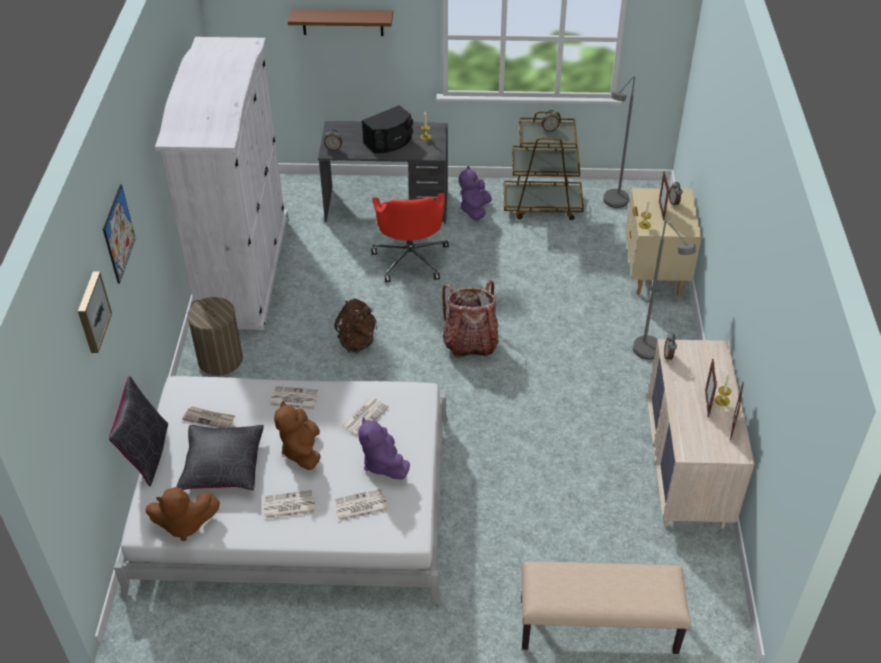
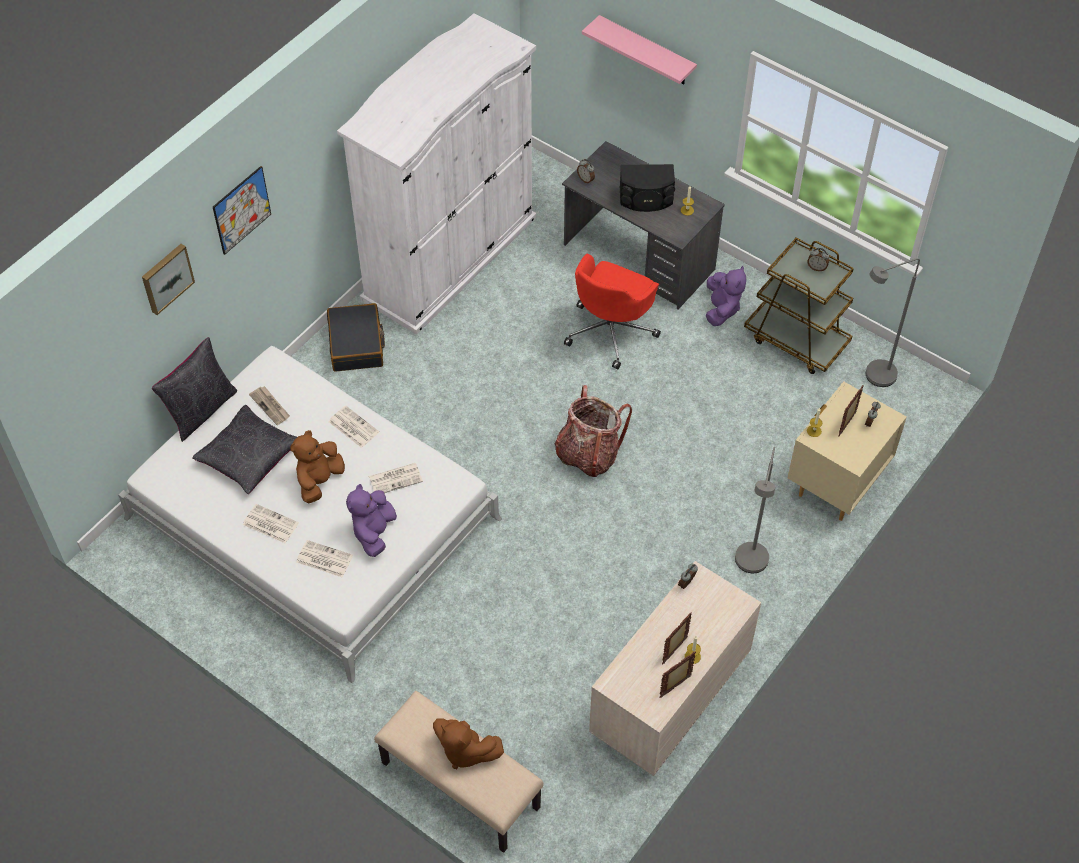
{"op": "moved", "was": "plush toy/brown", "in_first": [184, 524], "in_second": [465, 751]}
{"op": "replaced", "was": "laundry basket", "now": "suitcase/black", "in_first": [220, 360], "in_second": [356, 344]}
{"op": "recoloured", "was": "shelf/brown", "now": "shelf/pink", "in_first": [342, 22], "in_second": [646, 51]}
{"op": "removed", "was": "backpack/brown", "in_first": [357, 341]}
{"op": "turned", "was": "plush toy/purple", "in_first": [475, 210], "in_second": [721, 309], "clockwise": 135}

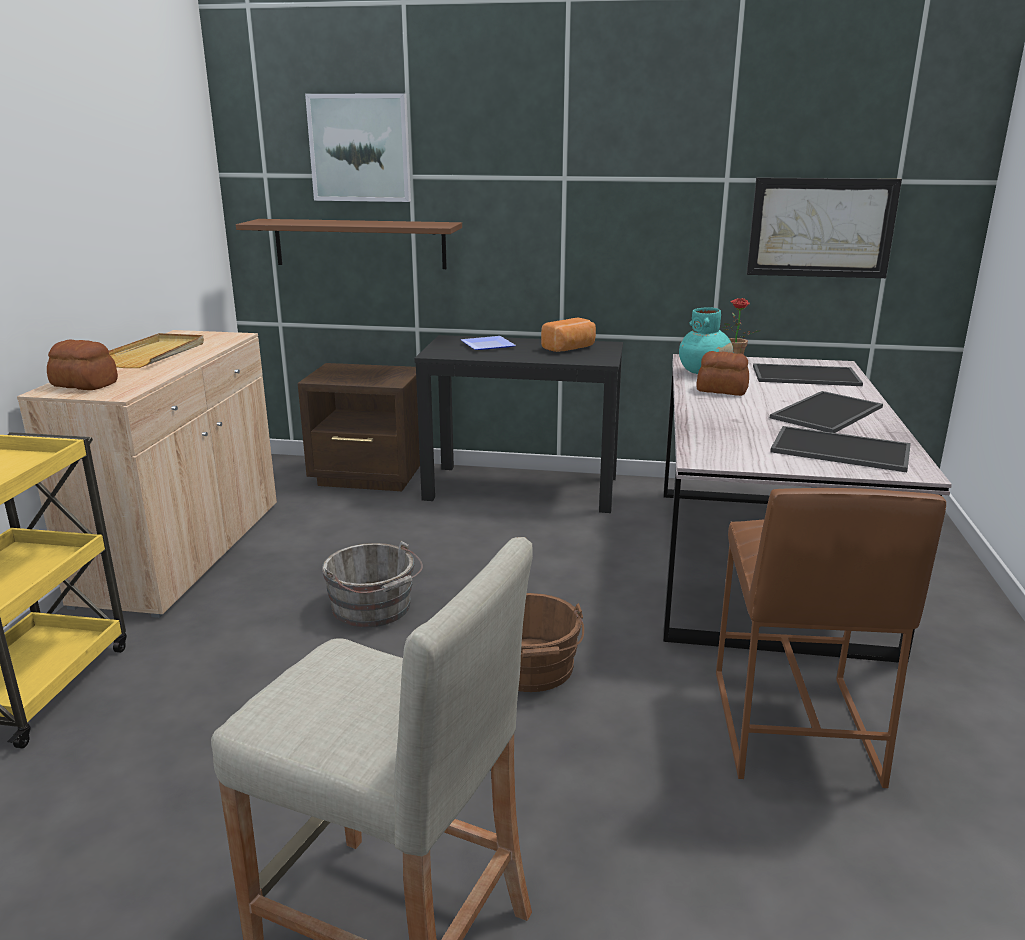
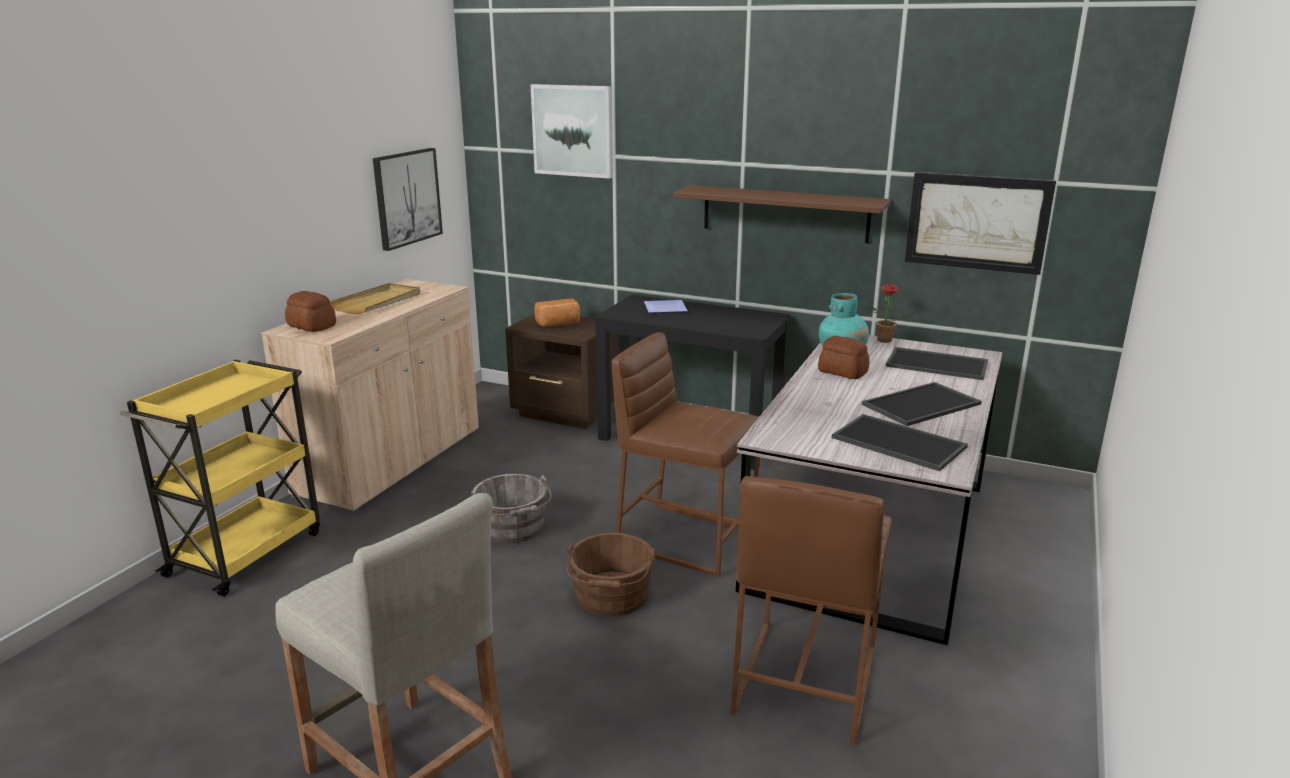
{"op": "moved", "was": "shelf/brown", "in_first": [360, 243], "in_second": [785, 213]}
{"op": "moved", "was": "bread", "in_first": [570, 348], "in_second": [559, 324]}
{"op": "added", "now": "picture", "in_second": [407, 198]}
{"op": "added", "now": "stool/brown", "in_second": [685, 538]}

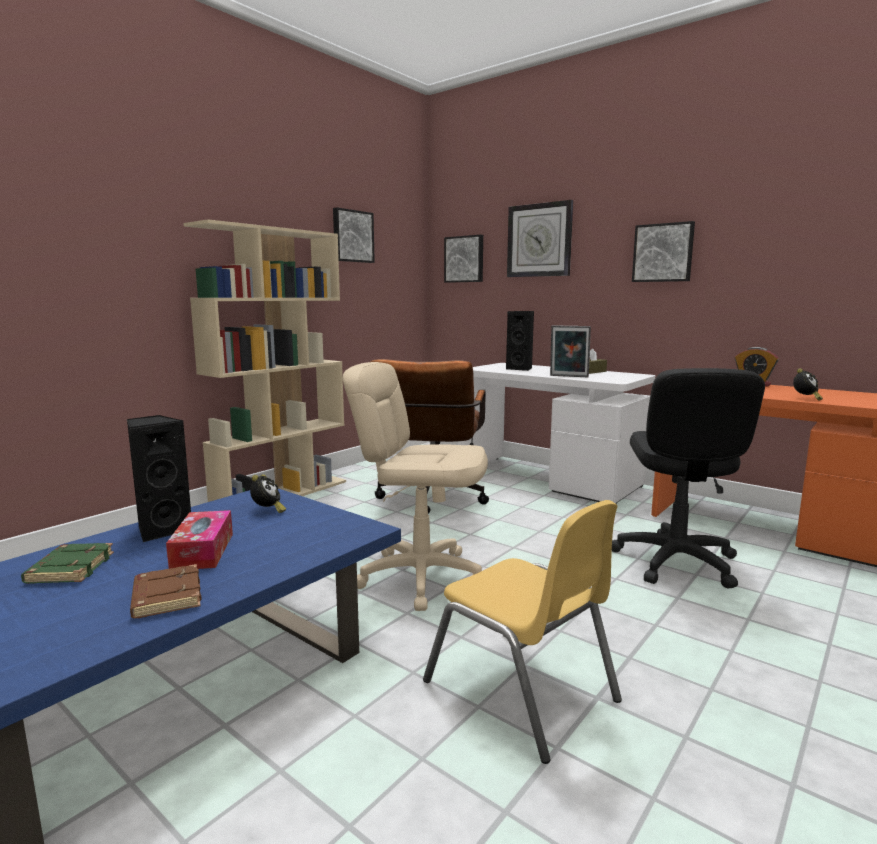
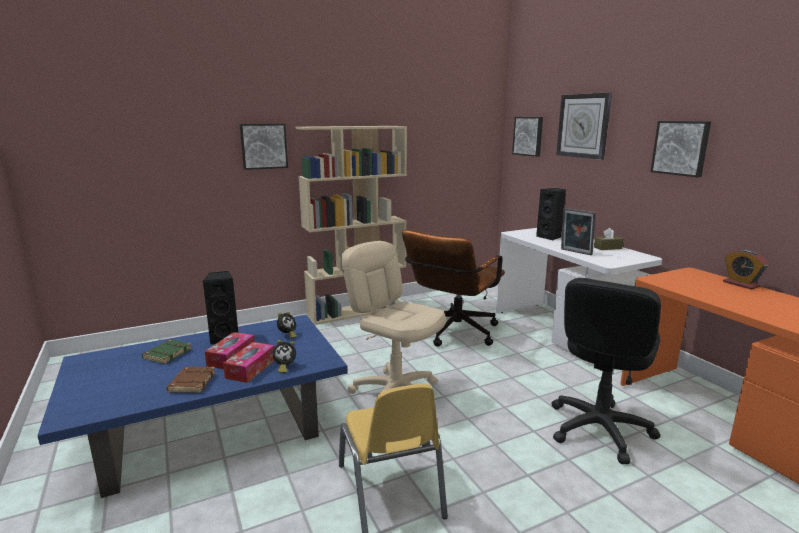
{"op": "moved", "was": "picture", "in_first": [352, 236], "in_second": [264, 146]}
{"op": "moved", "was": "alarm clock", "in_first": [805, 399], "in_second": [284, 367]}
{"op": "added", "now": "tissue box", "in_second": [251, 368]}

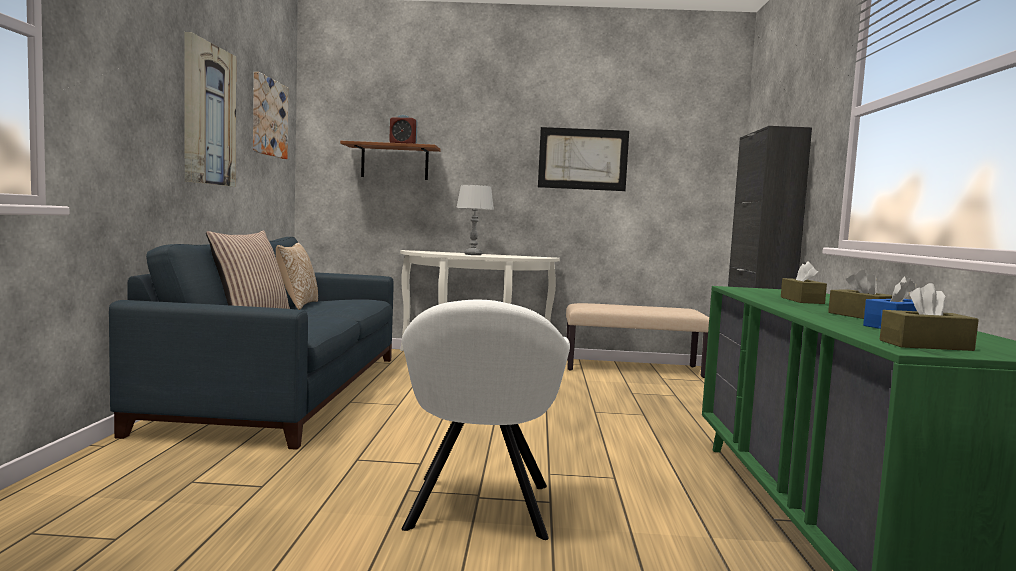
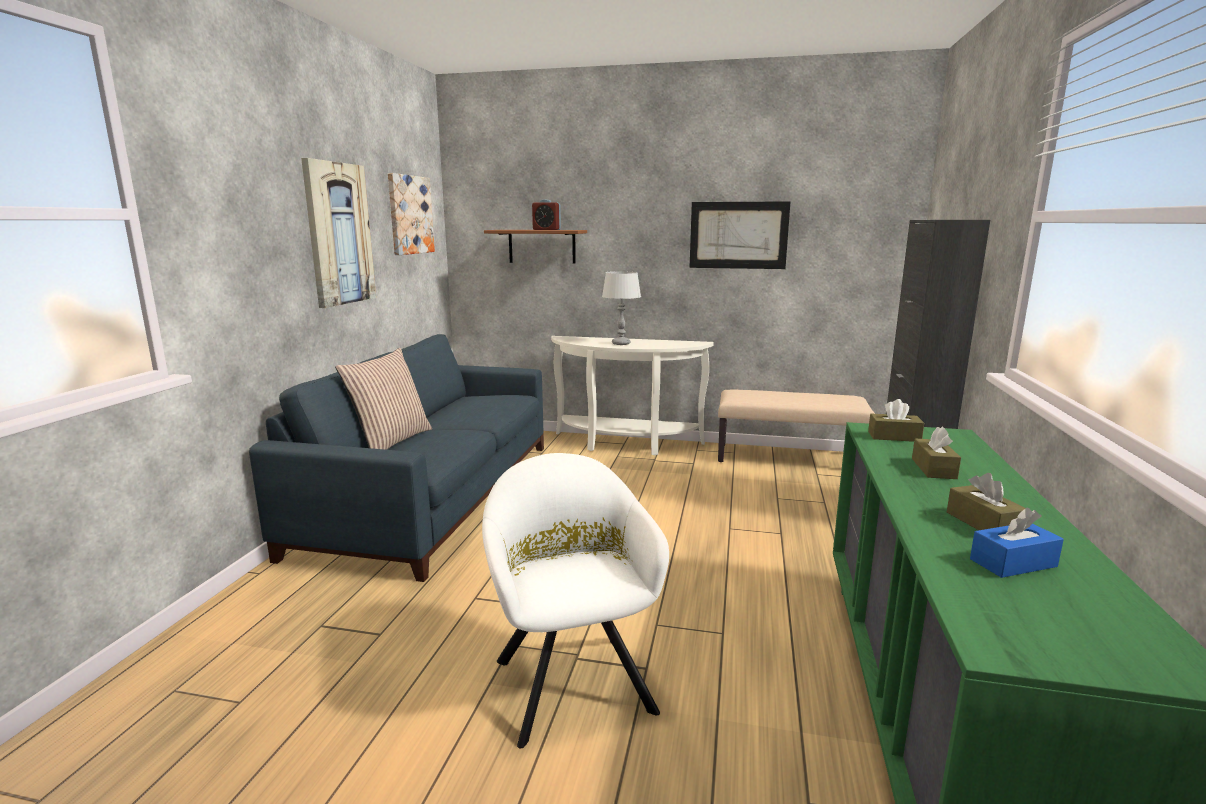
{"op": "removed", "was": "pillow", "in_first": [297, 305]}
{"op": "turned", "was": "armchair/white", "in_first": [478, 510], "in_second": [571, 678], "clockwise": 150}
{"op": "moved", "was": "tissue box/brown", "in_first": [925, 345], "in_second": [894, 436]}

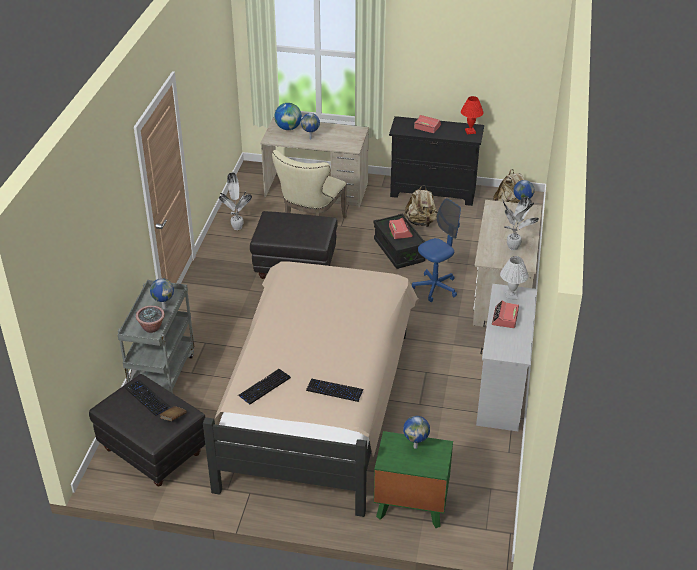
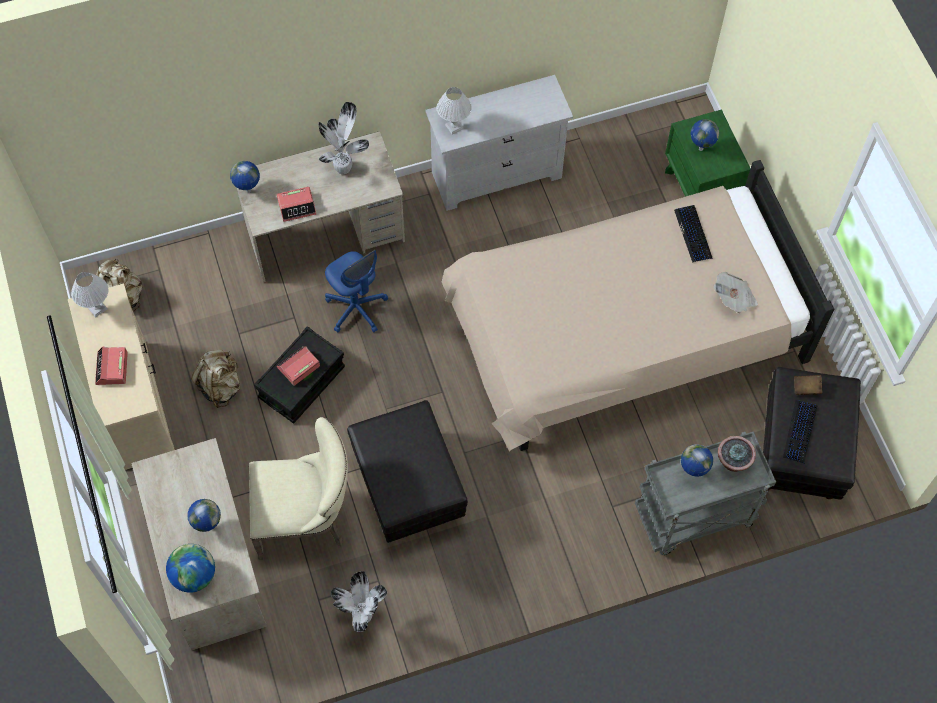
{"op": "replaced", "was": "keyboard", "now": "newspaper", "in_first": [264, 387], "in_second": [734, 299]}
{"op": "recoloured", "was": "dresser/black", "now": "dresser/beige", "in_first": [433, 192], "in_second": [135, 403]}
{"op": "turned", "was": "office chair/blue", "in_first": [435, 288], "in_second": [356, 308], "clockwise": -150}
{"op": "recoloured", "was": "table lamp/red", "now": "table lamp/white", "in_first": [470, 131], "in_second": [97, 308]}
{"op": "moved", "was": "alarm clock", "in_first": [505, 318], "in_second": [297, 207]}

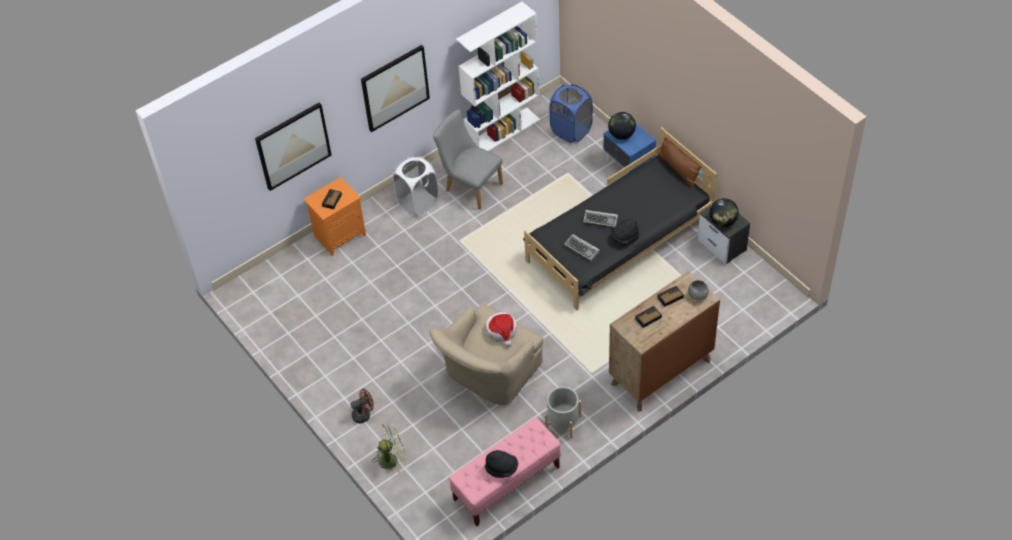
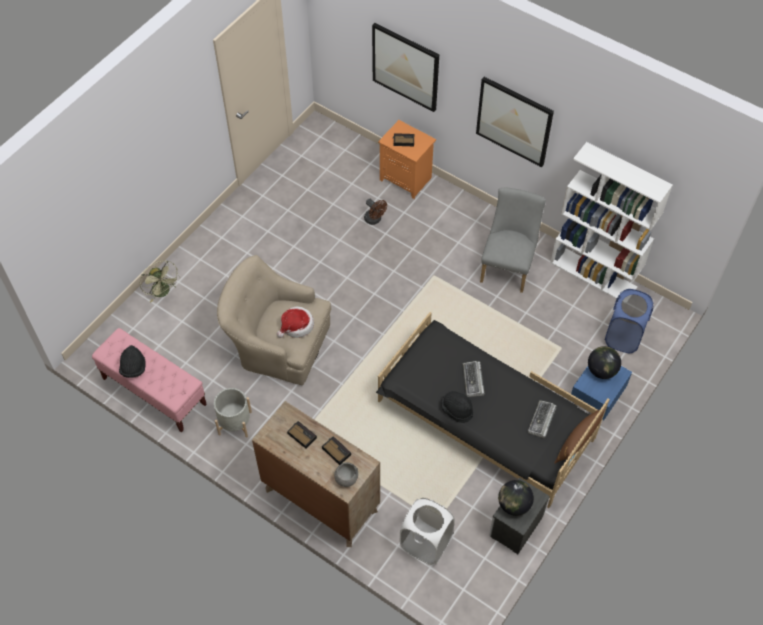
{"op": "moved", "was": "fan/brown", "in_first": [364, 414], "in_second": [374, 220]}
{"op": "moved", "was": "laundry basket/white", "in_first": [418, 203], "in_second": [425, 543]}
{"op": "moved", "was": "keyboard", "in_first": [582, 249], "in_second": [541, 421]}

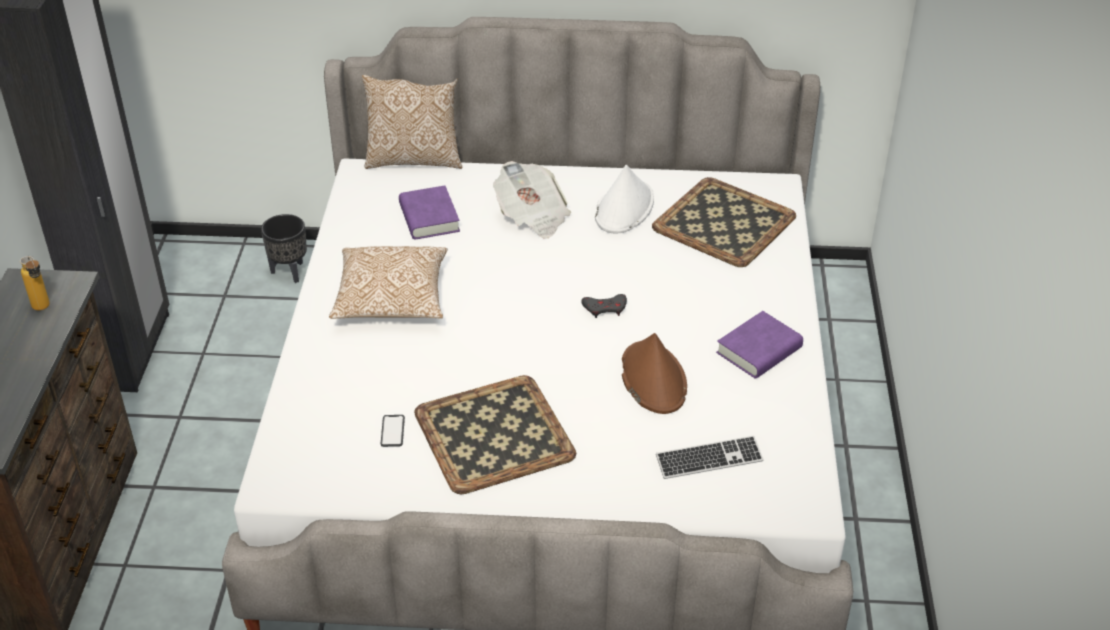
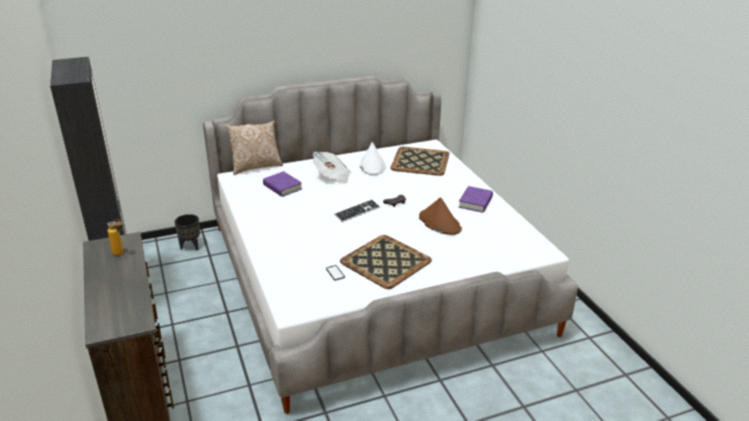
{"op": "removed", "was": "pillow", "in_first": [391, 300]}
{"op": "moved", "was": "keyboard", "in_first": [709, 459], "in_second": [357, 212]}

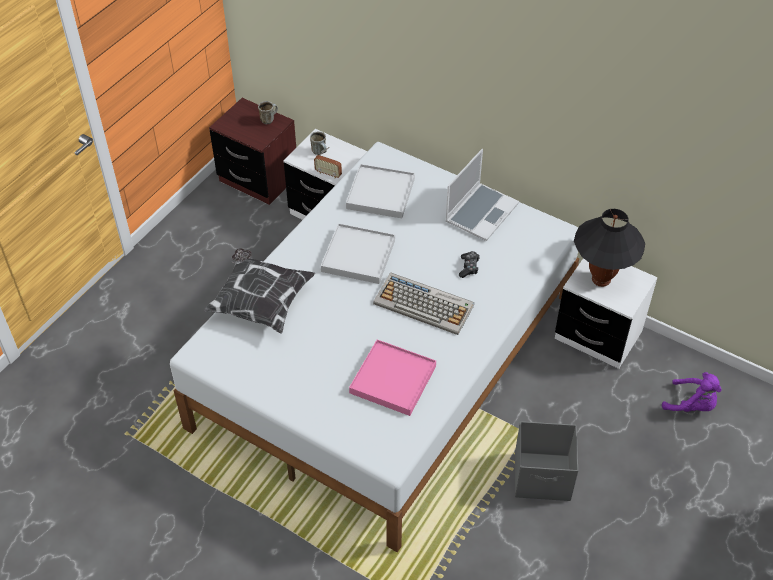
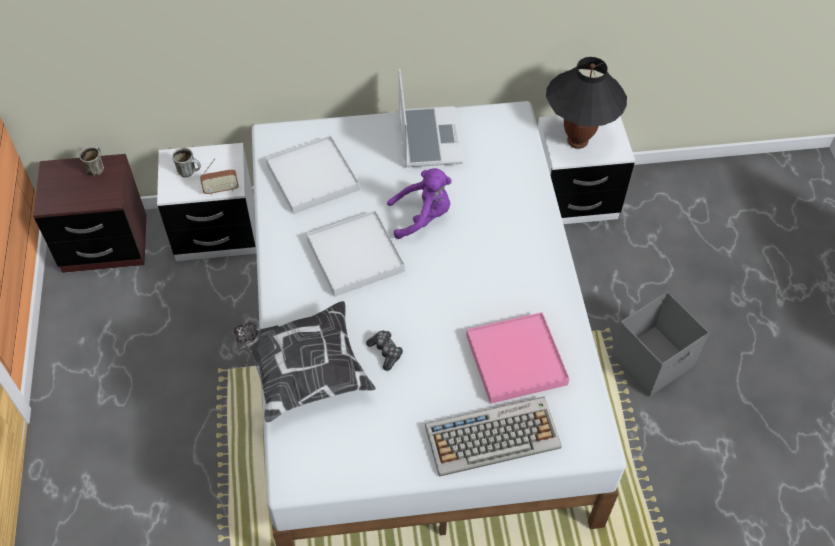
{"op": "moved", "was": "keyboard", "in_first": [424, 304], "in_second": [493, 436]}
{"op": "moved", "was": "game controller", "in_first": [469, 267], "in_second": [385, 352]}
{"op": "moved", "was": "plush toy/purple", "in_first": [691, 405], "in_second": [422, 217]}

